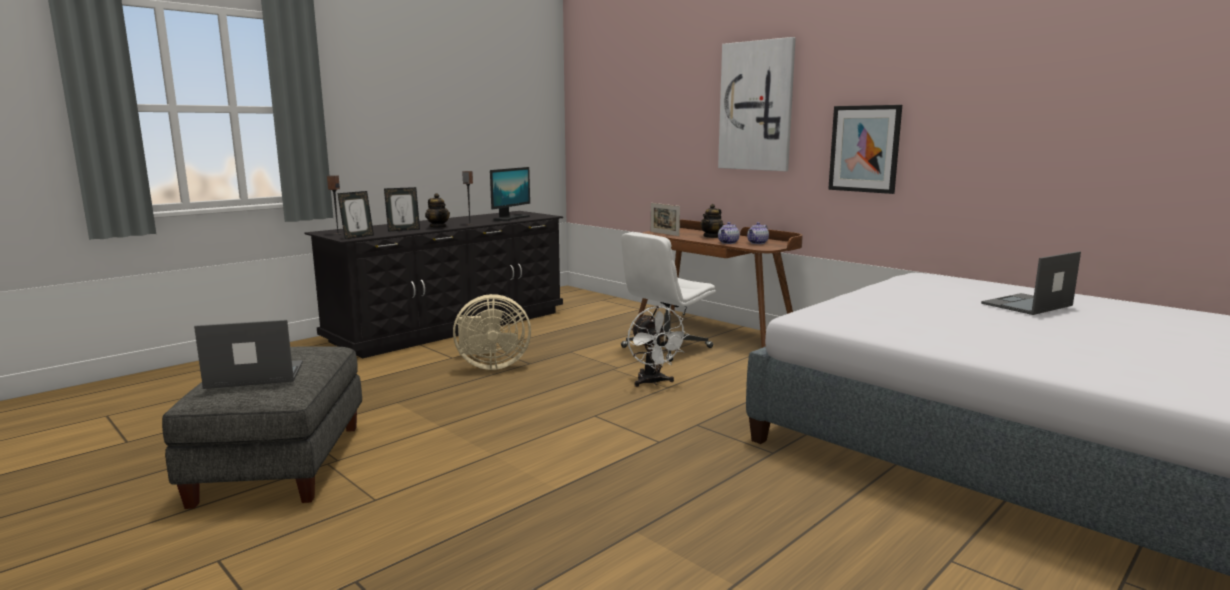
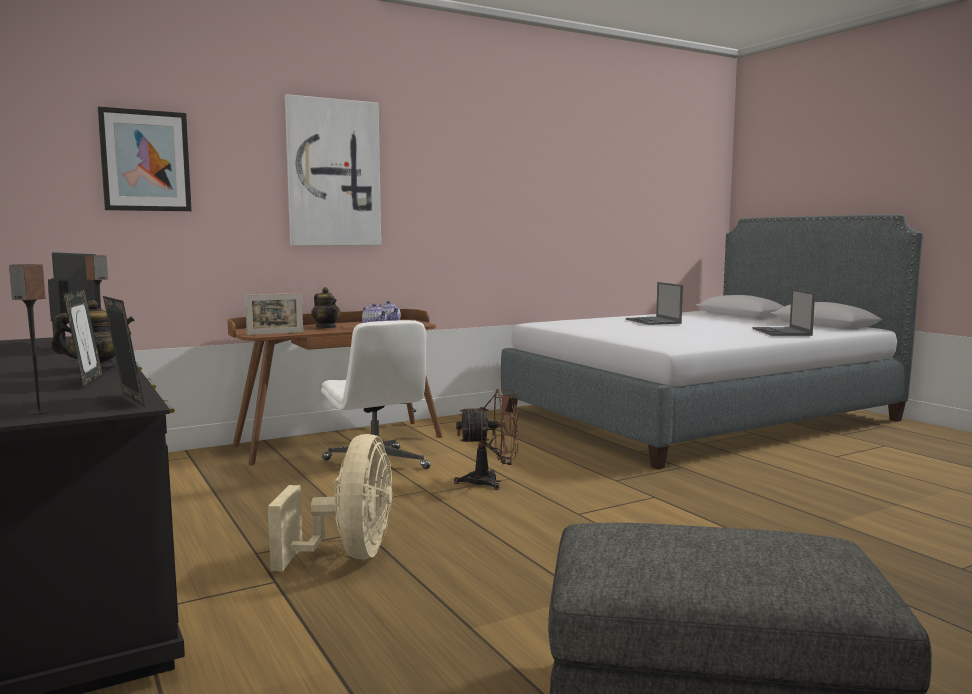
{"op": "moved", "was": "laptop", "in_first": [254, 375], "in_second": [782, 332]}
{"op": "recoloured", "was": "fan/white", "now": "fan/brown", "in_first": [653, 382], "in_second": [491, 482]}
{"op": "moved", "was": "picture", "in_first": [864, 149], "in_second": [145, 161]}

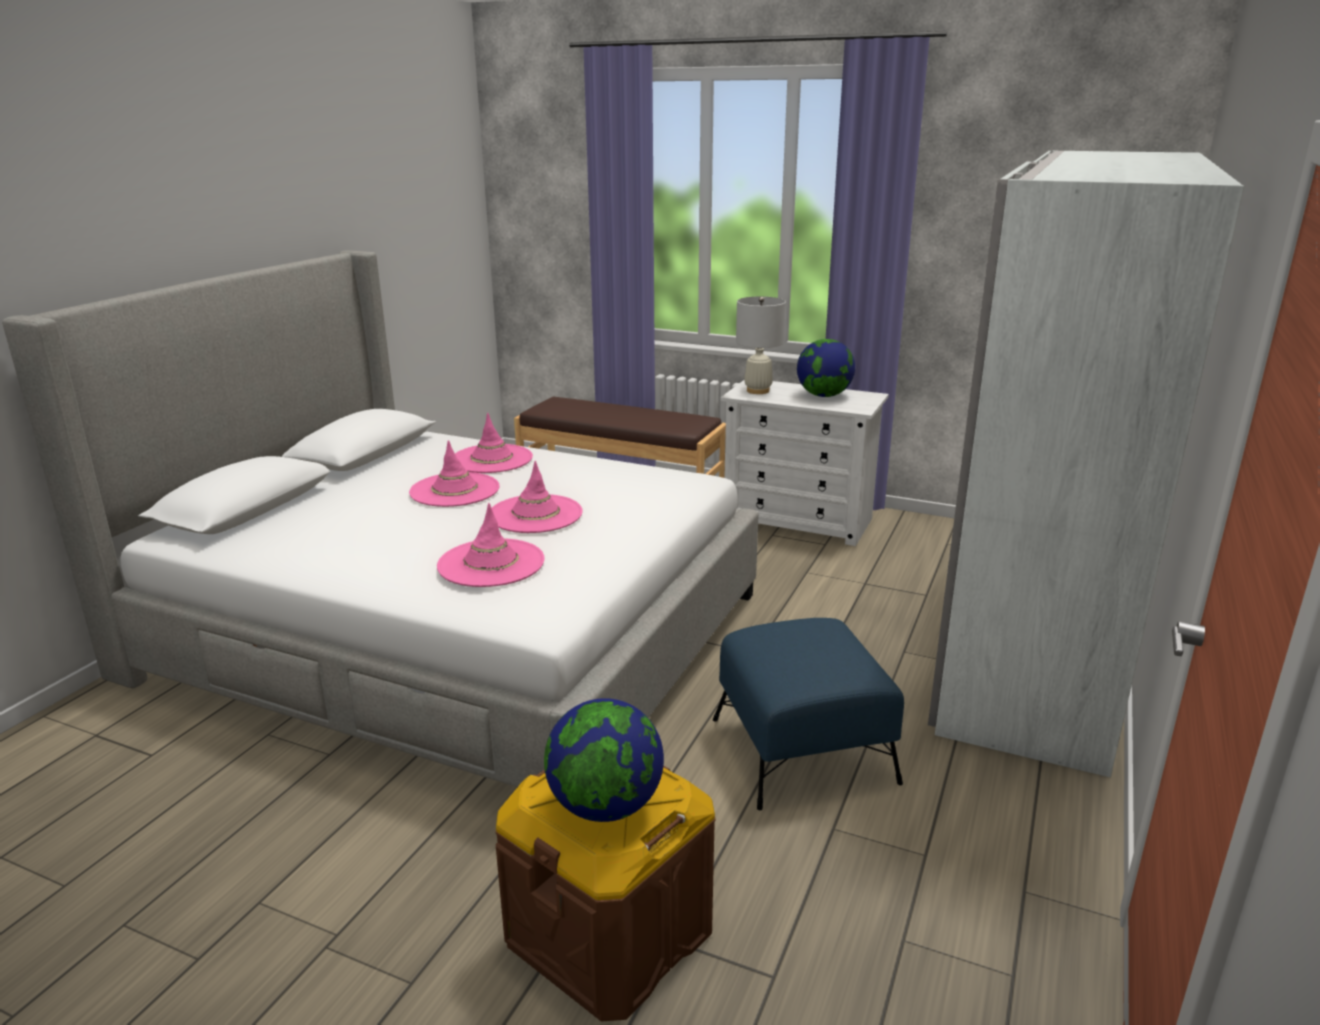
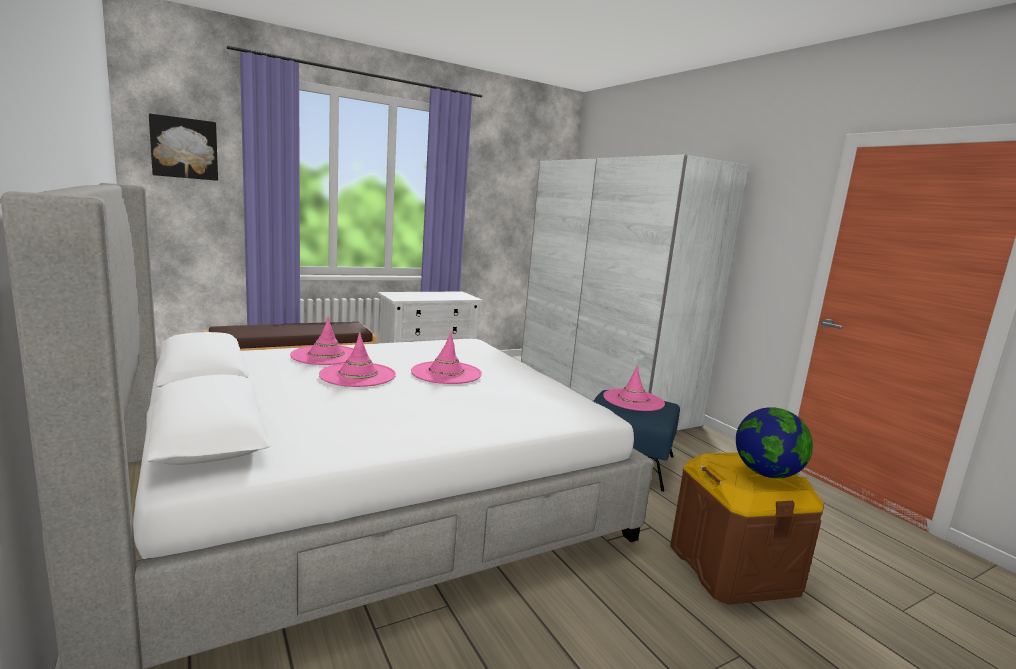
{"op": "moved", "was": "hat/pink", "in_first": [491, 563], "in_second": [633, 400]}
{"op": "removed", "was": "table lamp/white", "in_first": [758, 391]}
{"op": "removed", "was": "globe", "in_first": [824, 395]}
{"op": "added", "now": "picture", "in_second": [184, 148]}

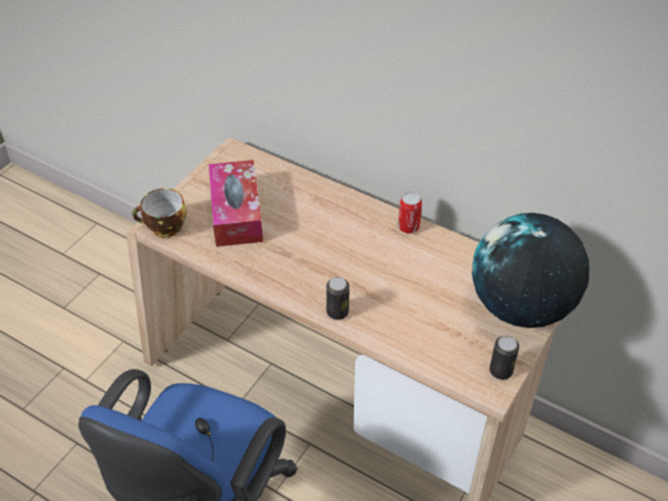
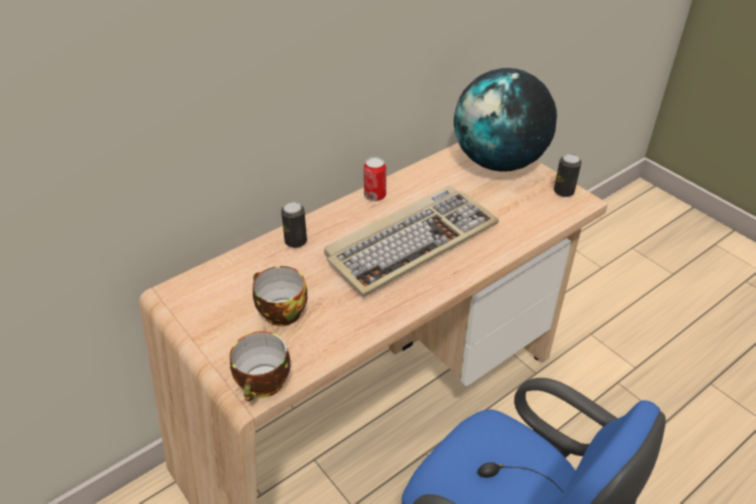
{"op": "replaced", "was": "tissue box", "now": "cup", "in_first": [236, 213], "in_second": [279, 312]}
{"op": "moved", "was": "can", "in_first": [337, 312], "in_second": [296, 241]}
{"op": "added", "now": "keyboard", "in_second": [411, 241]}

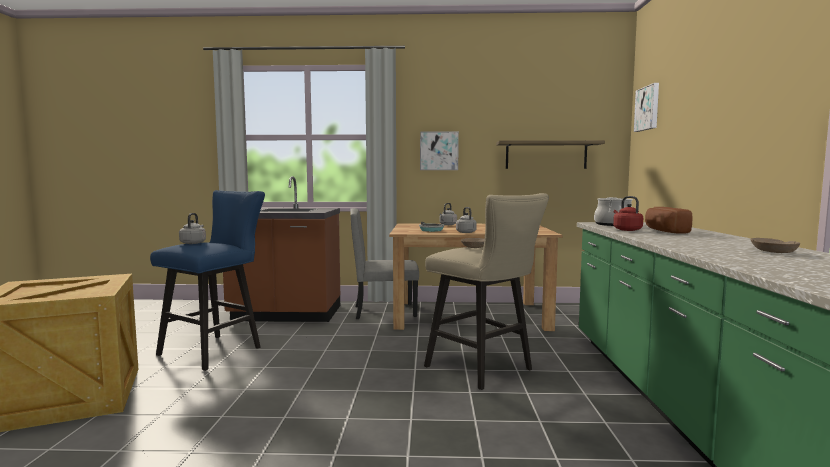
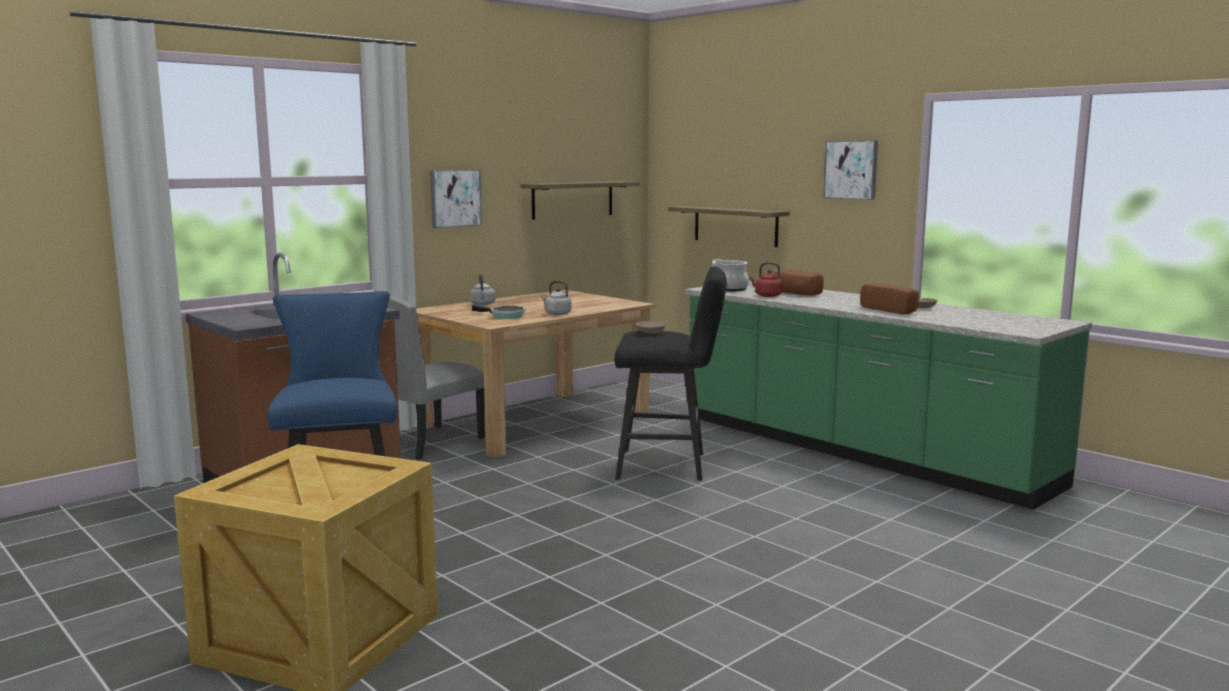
{"op": "removed", "was": "kettle/grey", "in_first": [193, 243]}
{"op": "recoloured", "was": "stool/beige", "now": "stool/black", "in_first": [484, 370], "in_second": [669, 466]}
{"op": "moved", "was": "picture", "in_first": [648, 108], "in_second": [851, 169]}
{"op": "added", "now": "shelf", "in_second": [735, 226]}
{"op": "added", "now": "bread", "in_second": [891, 310]}

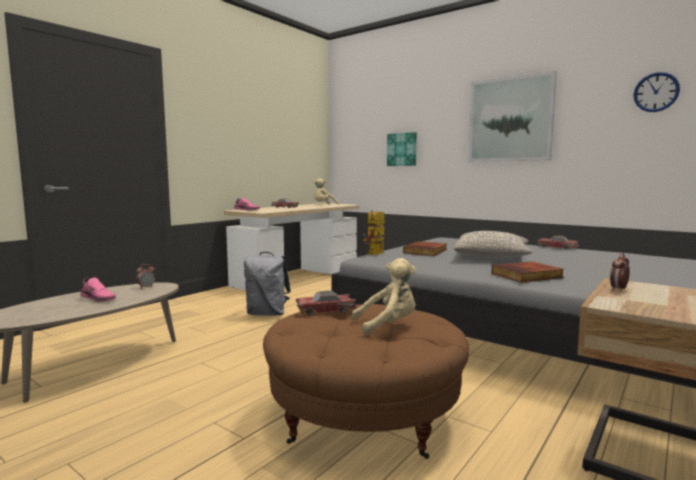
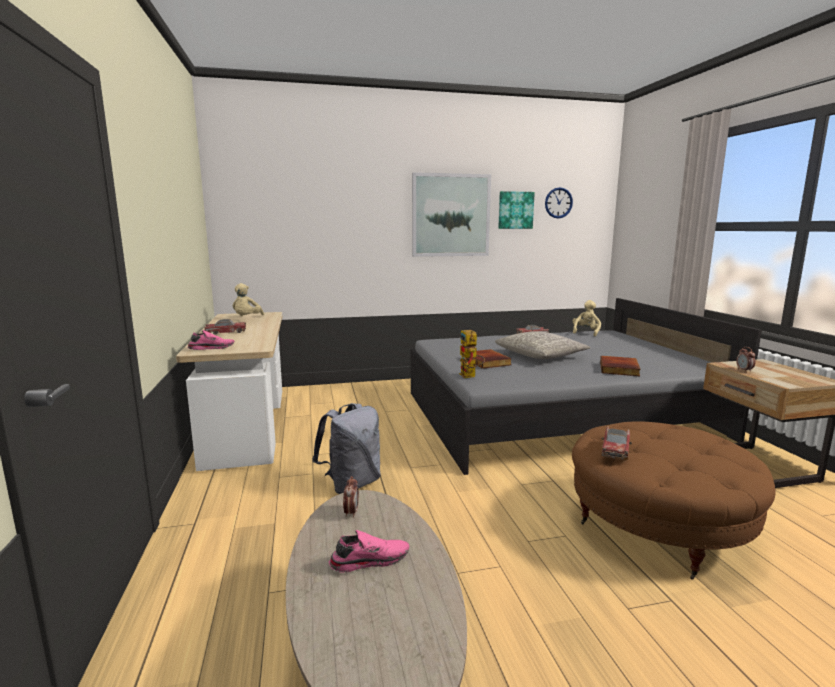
{"op": "moved", "was": "plush toy/beige", "in_first": [388, 325], "in_second": [586, 332]}
{"op": "moved", "was": "picture", "in_first": [402, 149], "in_second": [515, 210]}

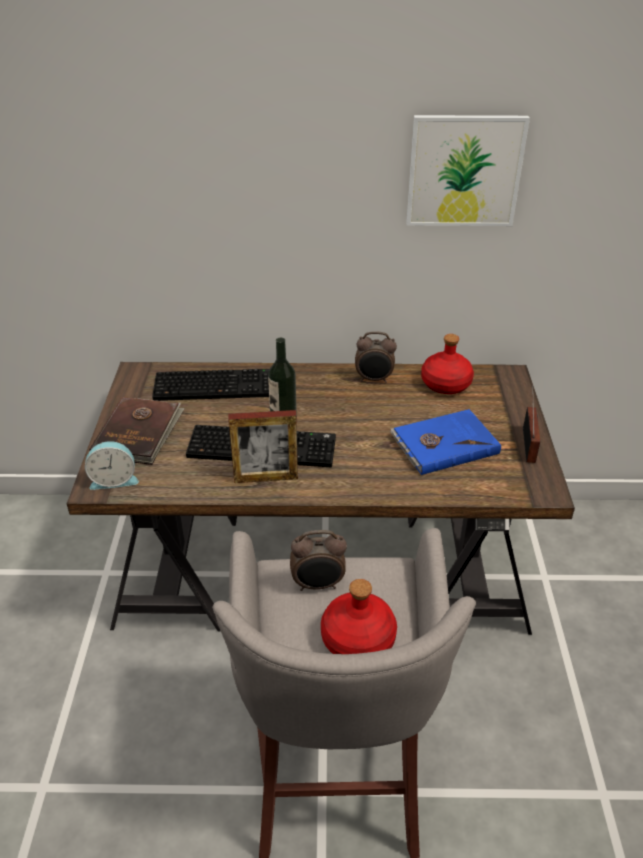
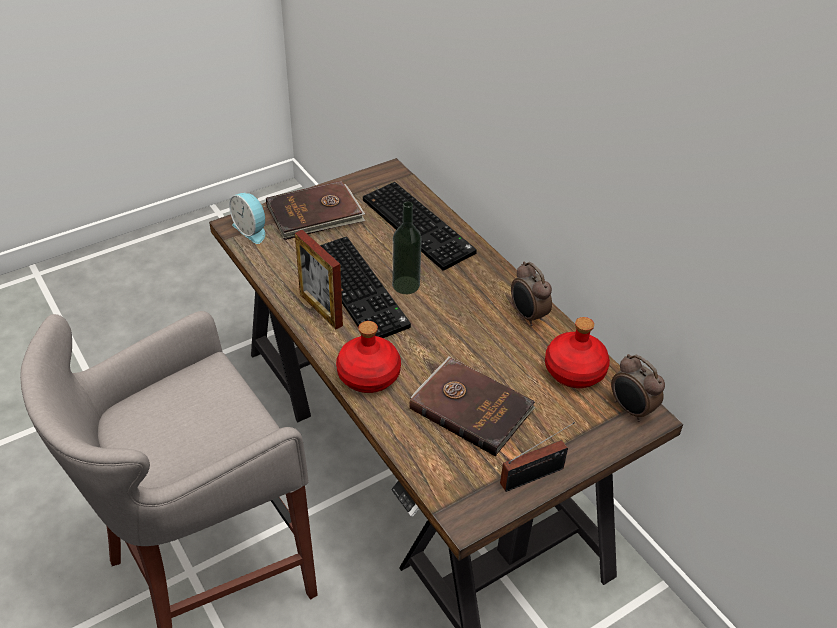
{"op": "moved", "was": "alarm clock", "in_first": [318, 585], "in_second": [630, 410]}
{"op": "moved", "was": "bottle/red", "in_first": [357, 638], "in_second": [369, 374]}
{"op": "recoloured", "was": "book/blue", "now": "book/brown", "in_first": [443, 444], "in_second": [471, 407]}
{"op": "removed", "was": "picture", "in_first": [464, 171]}

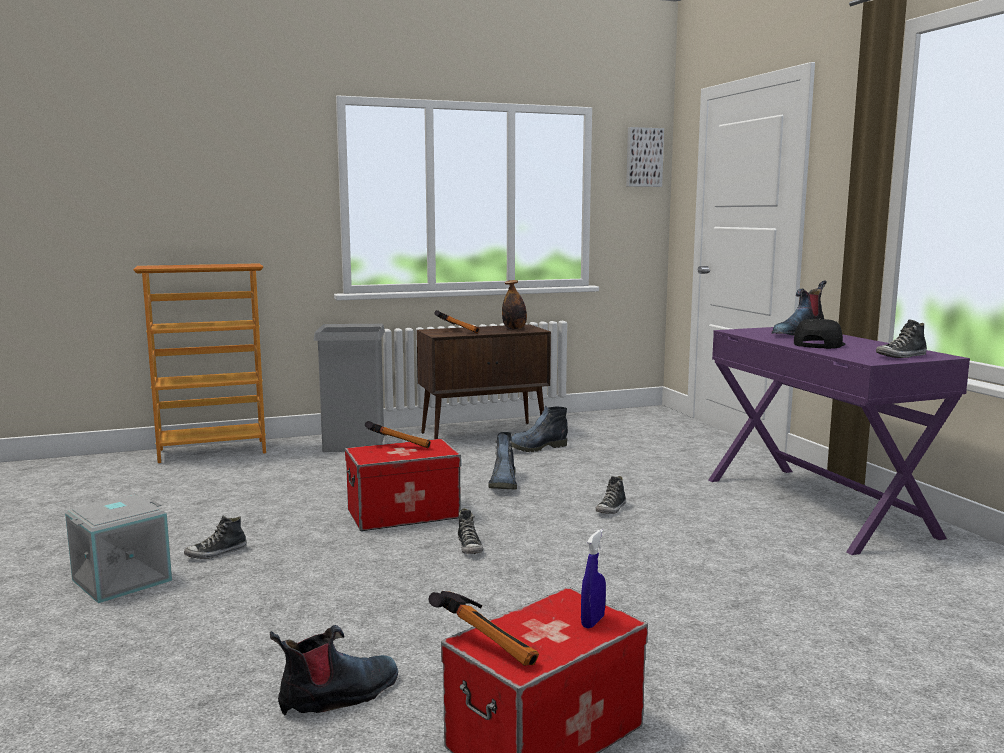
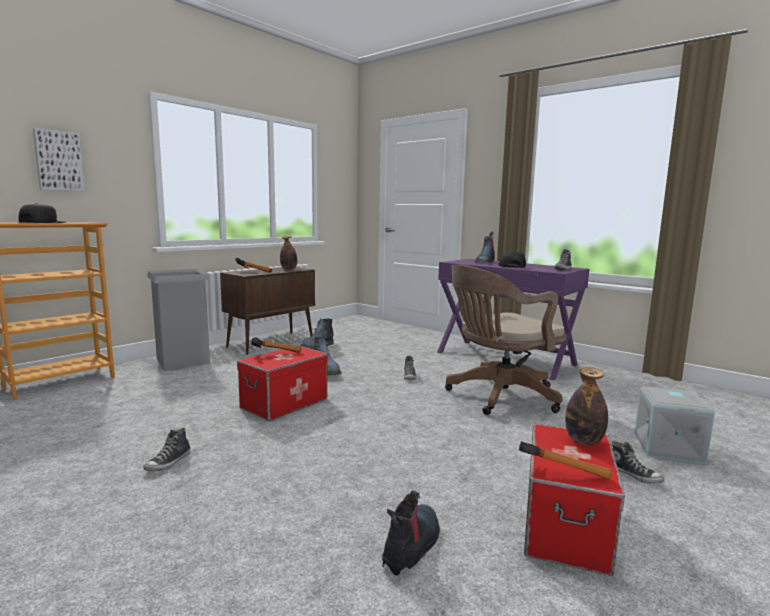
{"op": "moved", "was": "storage box/grey", "in_first": [122, 579], "in_second": [666, 447]}
{"op": "moved", "was": "shoe", "in_first": [470, 547], "in_second": [633, 475]}
{"op": "replaced", "was": "spray bottle/blue", "now": "bottle", "in_first": [592, 621], "in_second": [583, 441]}
{"op": "moved", "was": "picture", "in_first": [643, 157], "in_second": [58, 161]}
{"op": "added", "now": "cap/black", "in_second": [42, 222]}
{"op": "added", "now": "office chair/brown", "in_second": [498, 396]}

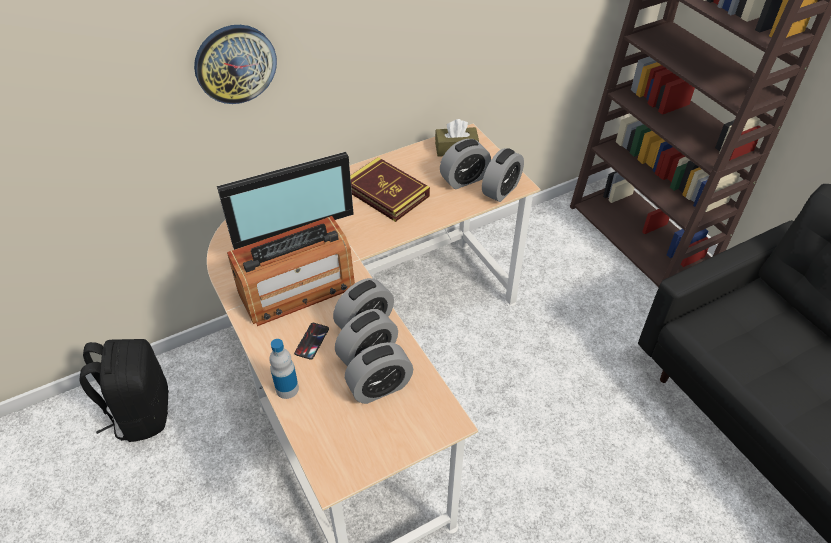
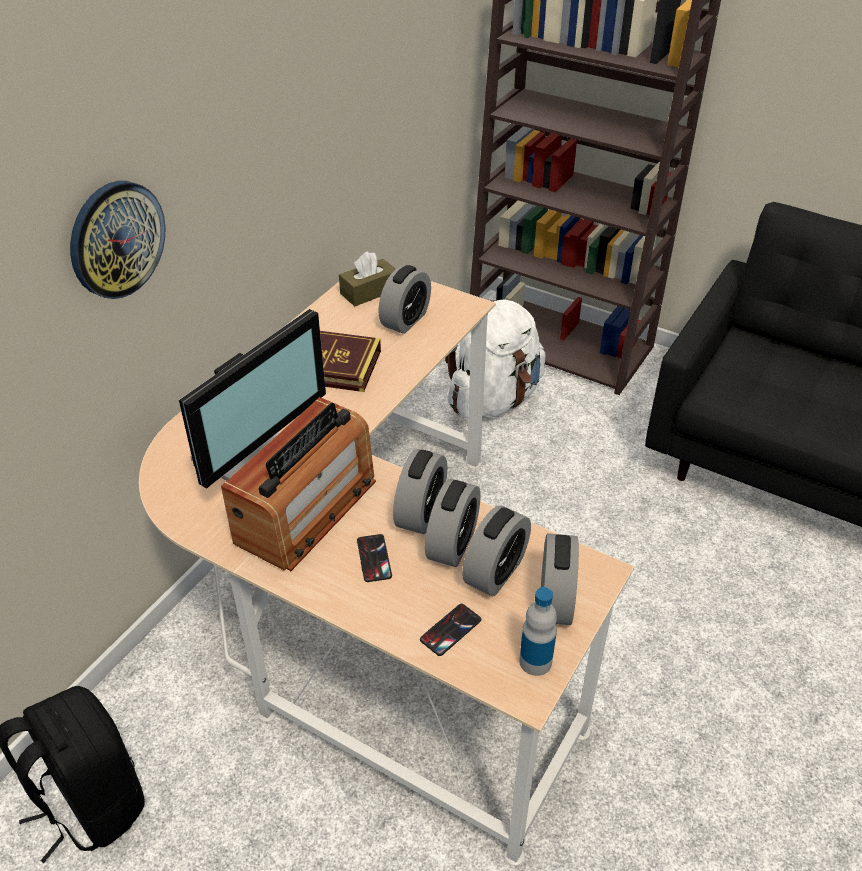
{"op": "moved", "was": "bottle", "in_first": [287, 389], "in_second": [535, 661]}
{"op": "moved", "was": "alarm clock", "in_first": [501, 190], "in_second": [555, 600]}
{"op": "added", "now": "phone", "in_second": [450, 630]}
{"op": "added", "now": "backpack/white", "in_second": [494, 399]}

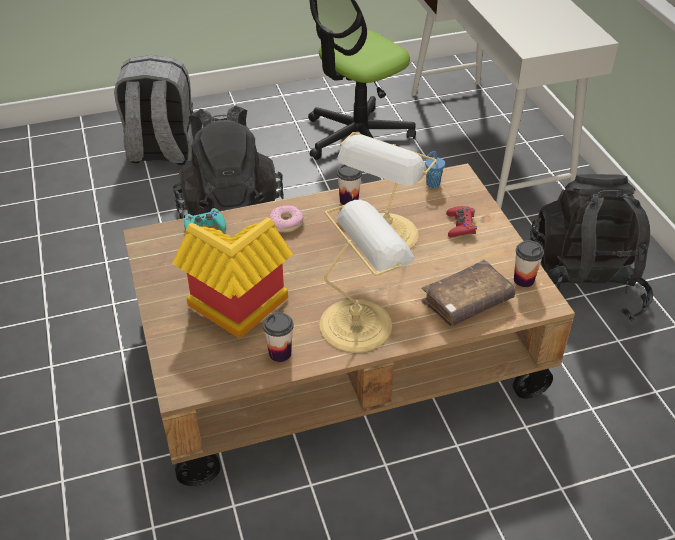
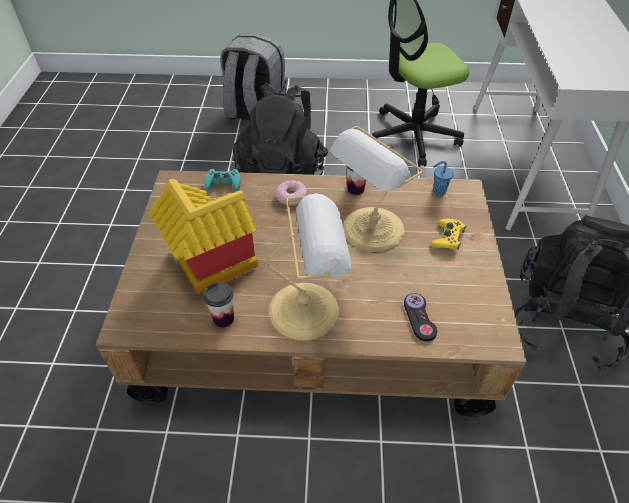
{"op": "replaced", "was": "book/brown", "now": "game controller/black", "in_first": [467, 302], "in_second": [419, 317]}
{"op": "recoloured", "was": "game controller/red", "now": "game controller/yellow", "in_first": [460, 225], "in_second": [447, 238]}
{"op": "removed", "was": "cup", "in_first": [524, 280]}

